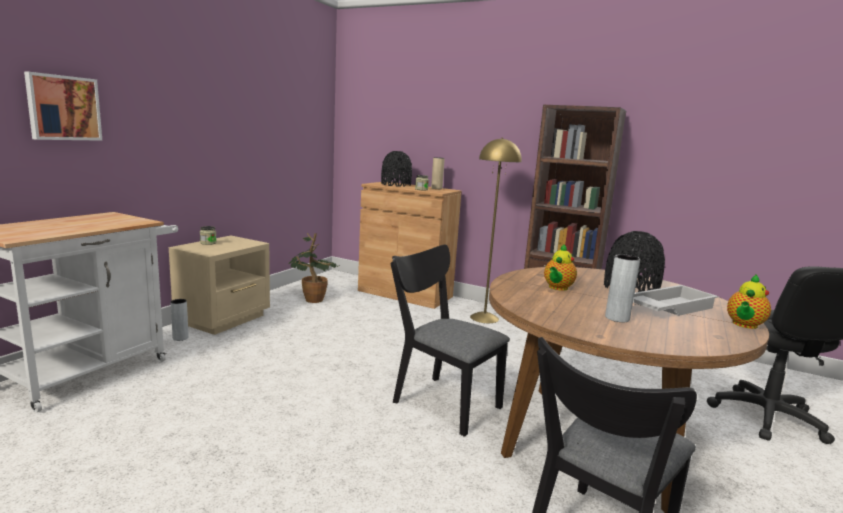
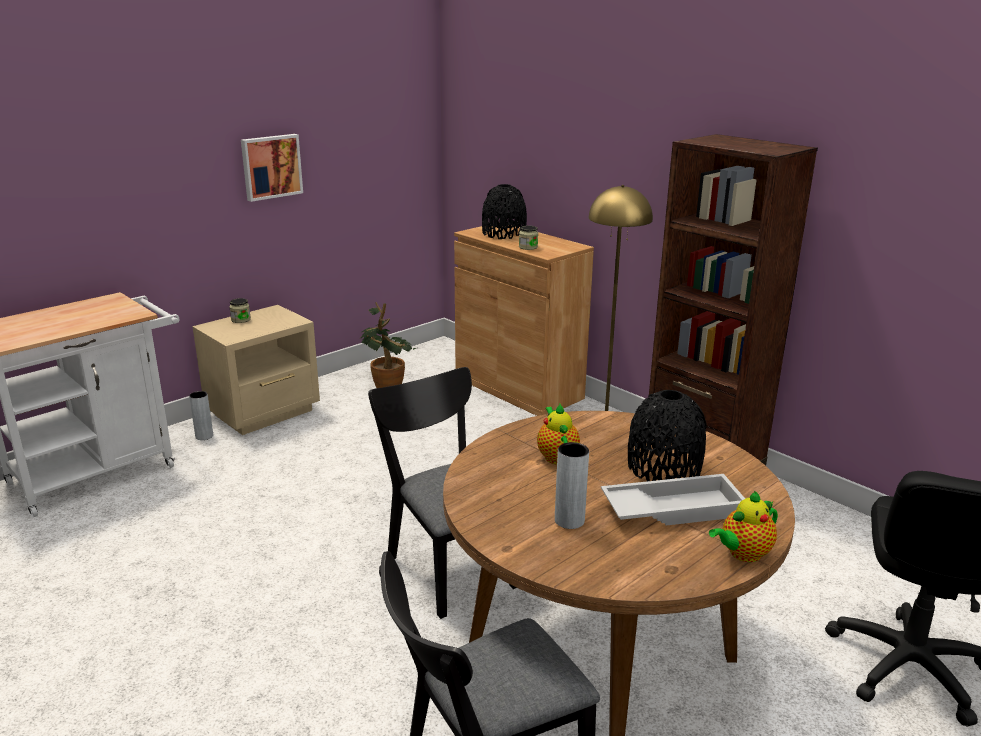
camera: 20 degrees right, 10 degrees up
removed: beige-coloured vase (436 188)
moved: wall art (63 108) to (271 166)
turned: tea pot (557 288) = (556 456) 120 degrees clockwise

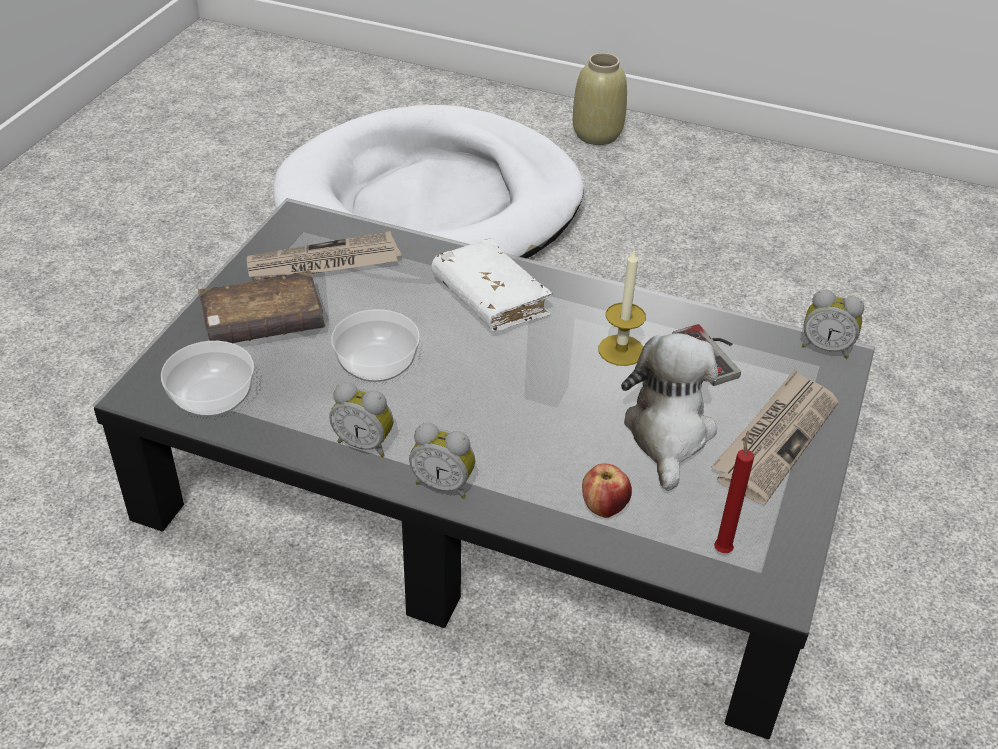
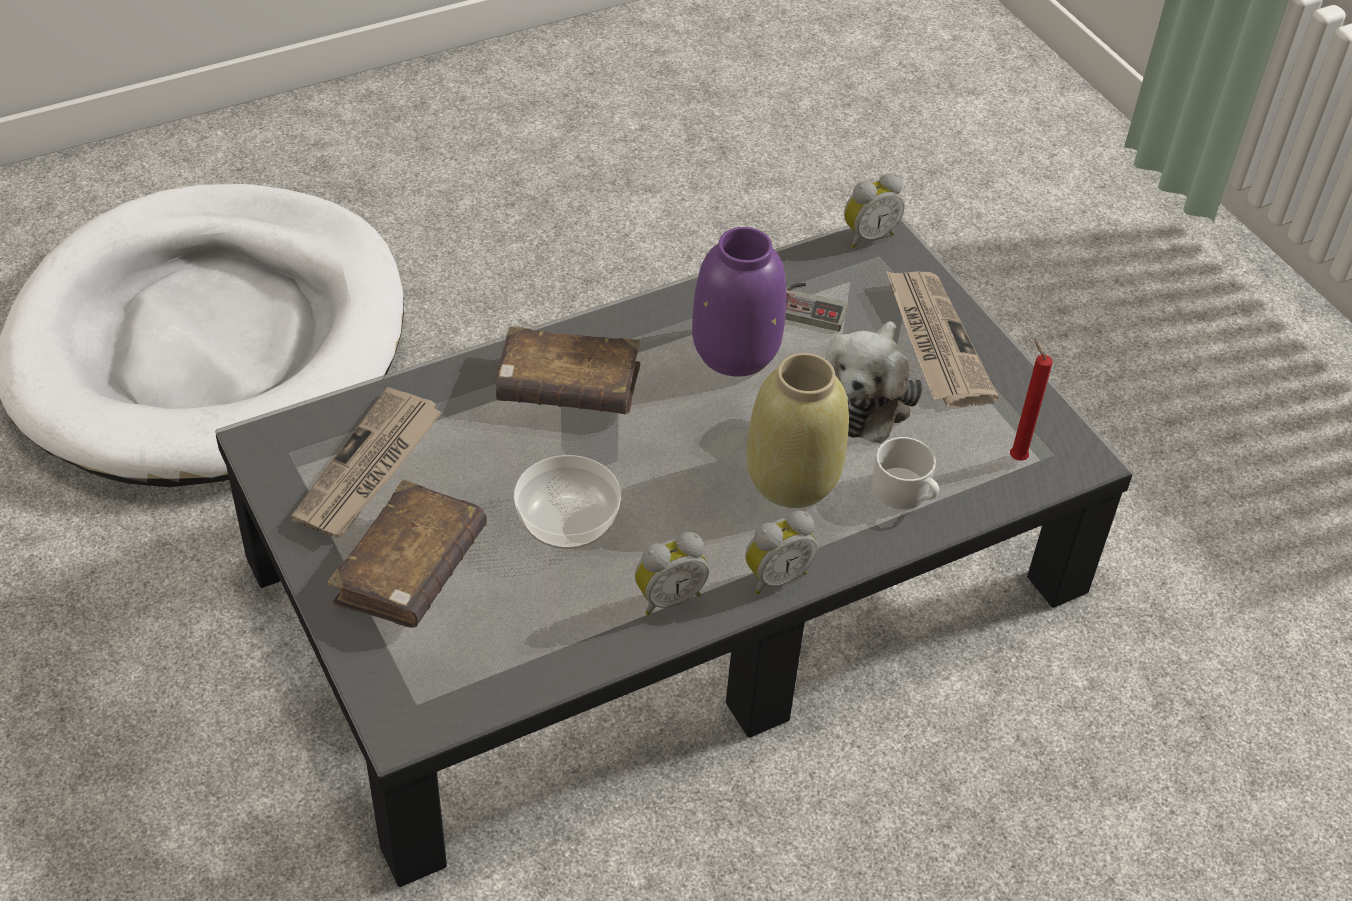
camera: 50 degrees left, 5 degrees up
removed: serving bowl (211 395)
moved: beige-coloured vase (596 134) to (791 480)
replaced: wax candle (621 350) to purple-coloured vase (735 353); apple fruit (604 507) to whitish coffee mug (905 494)
recoloured: whitish book (490 298) to brown-coloured book (568 387)
turned: soft toy (668 434) = (865 397) 120 degrees counterclockwise

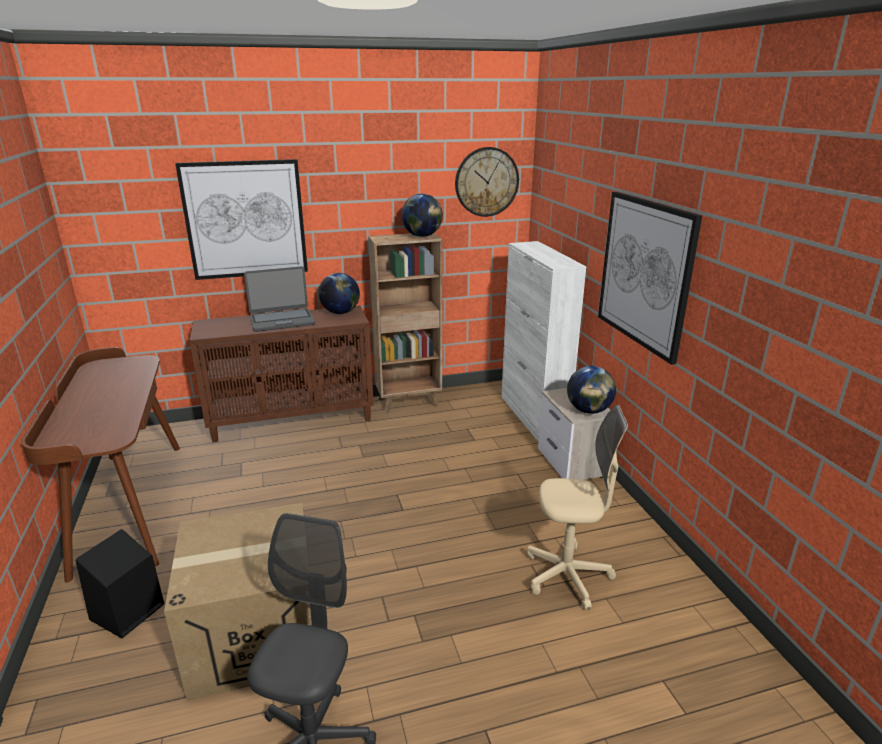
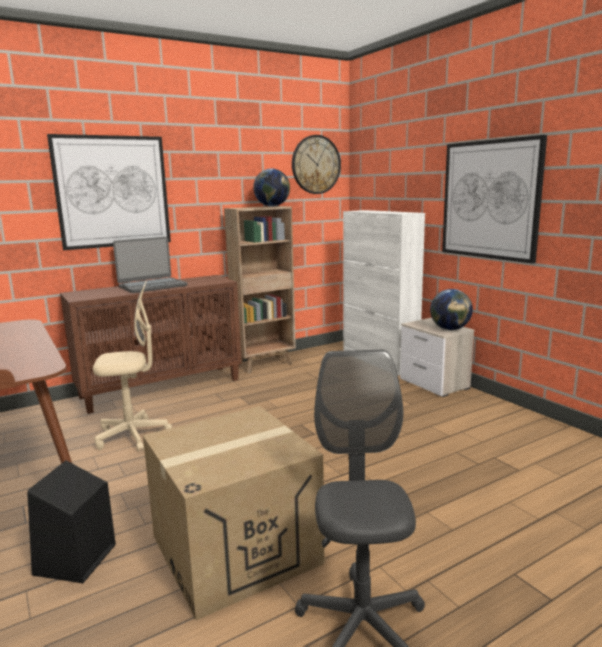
camera: 15 degrees left, 10 degrees down
removed: desk globe (340 312)
moved: beige-coloured office chair (567 576) to (132 436)

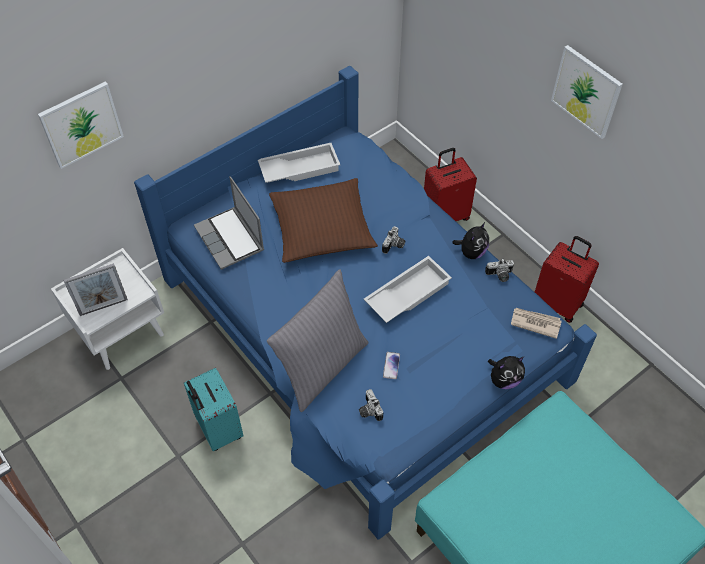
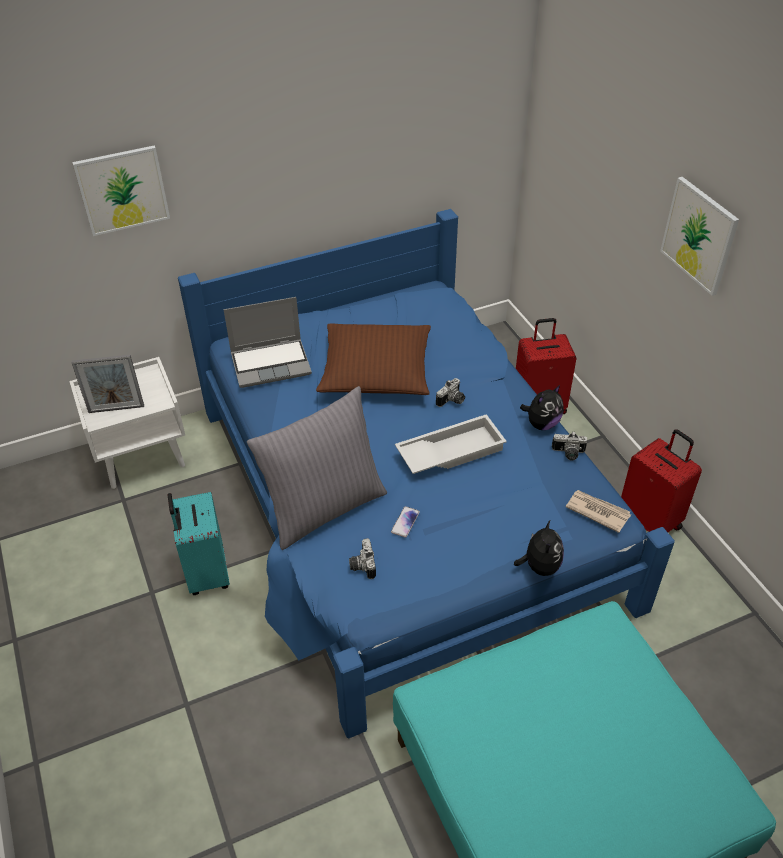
camera: 15 degrees right, 10 degrees down
removed: whitish serving tray (299 168)
turned: laptop (230 239) = (271 363) 90 degrees counterclockwise; soft toy (504 380) = (539 566) 75 degrees counterclockwise

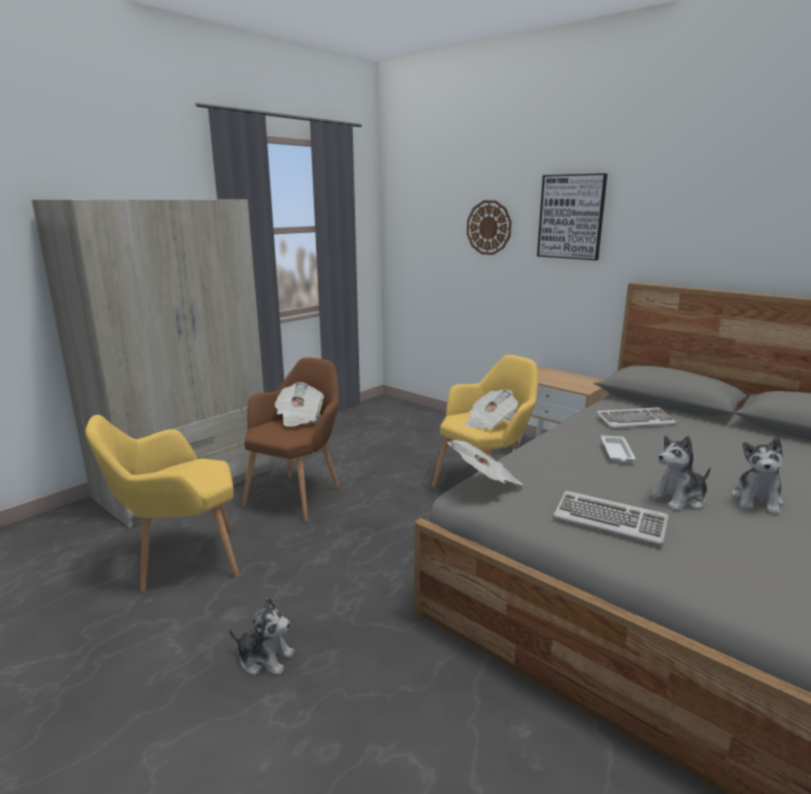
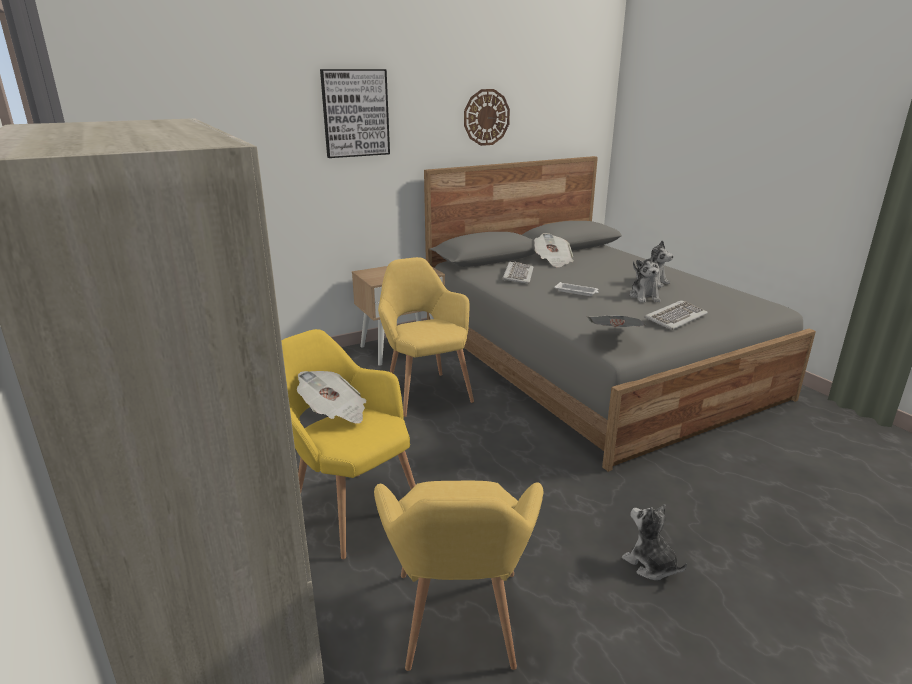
camera: 70 degrees left, 5 degrees up
moved: clock on the wall (489 227) to (486 117); daily paper (489 423) to (553 261)
recoloured: brown-coloured armchair (299 494) to yellow-coloured armchair (349 507)
turned: soft toy (264 658) = (650 564) 75 degrees counterclockwise

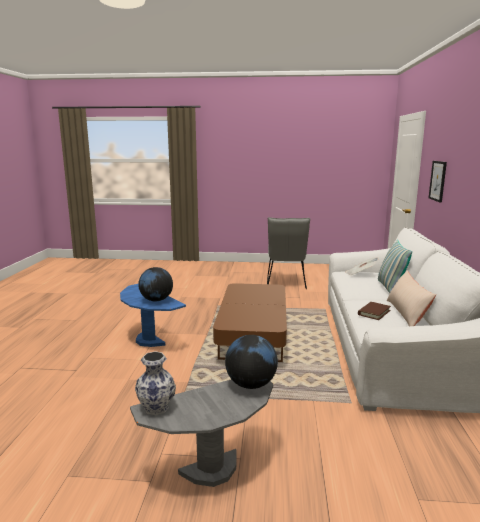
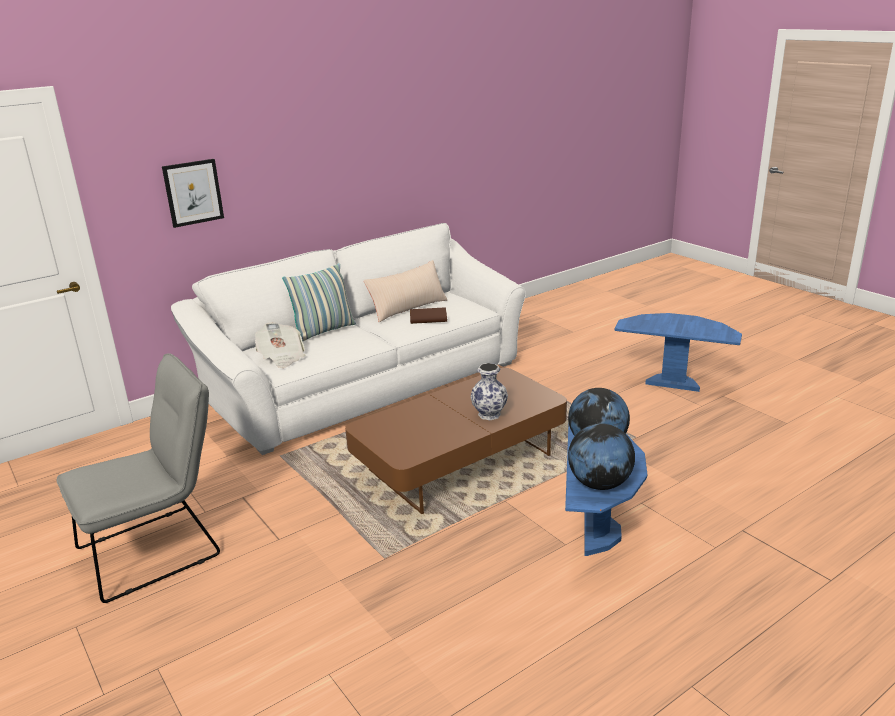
camera: 130 degrees left, 10 degrees up
moved: vase (156 408) to (490 414); desk globe (251 384) to (599 484)
recoloured: grey accent table (212 470) to blue-coloured accent table (673 383)

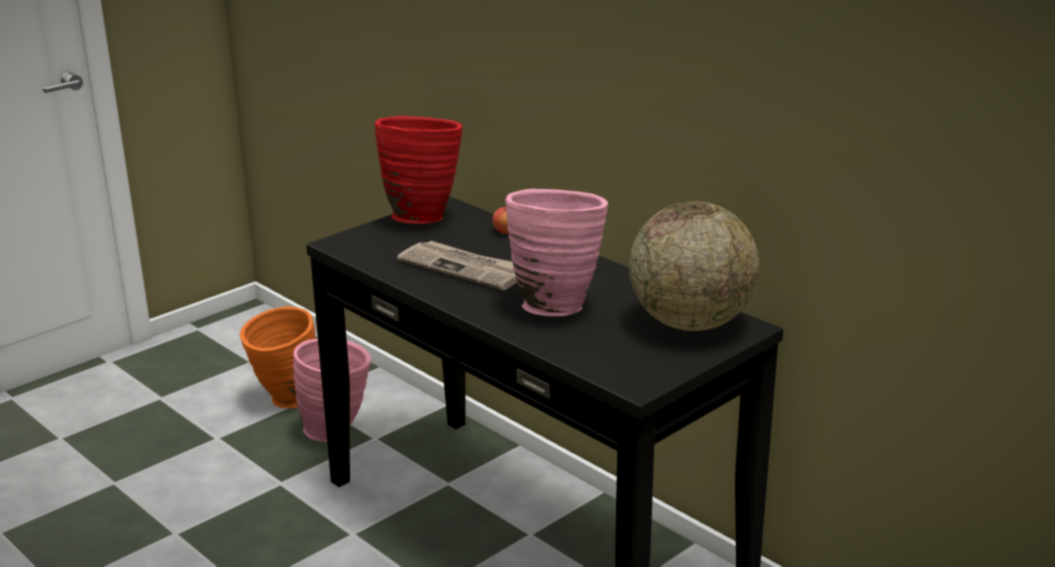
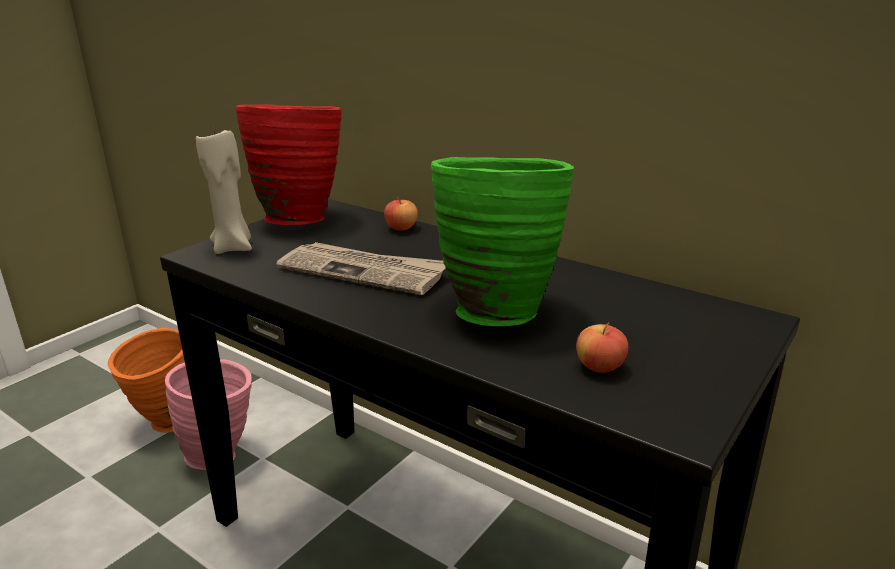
camera: 10 degrees left, 0 degrees up
removed: desk globe (691 323)
added: beige-coloured wax candle (233 247); apple fruit (600 367)
recoloured: pinkish vase (555 305) to green vase (496 309)

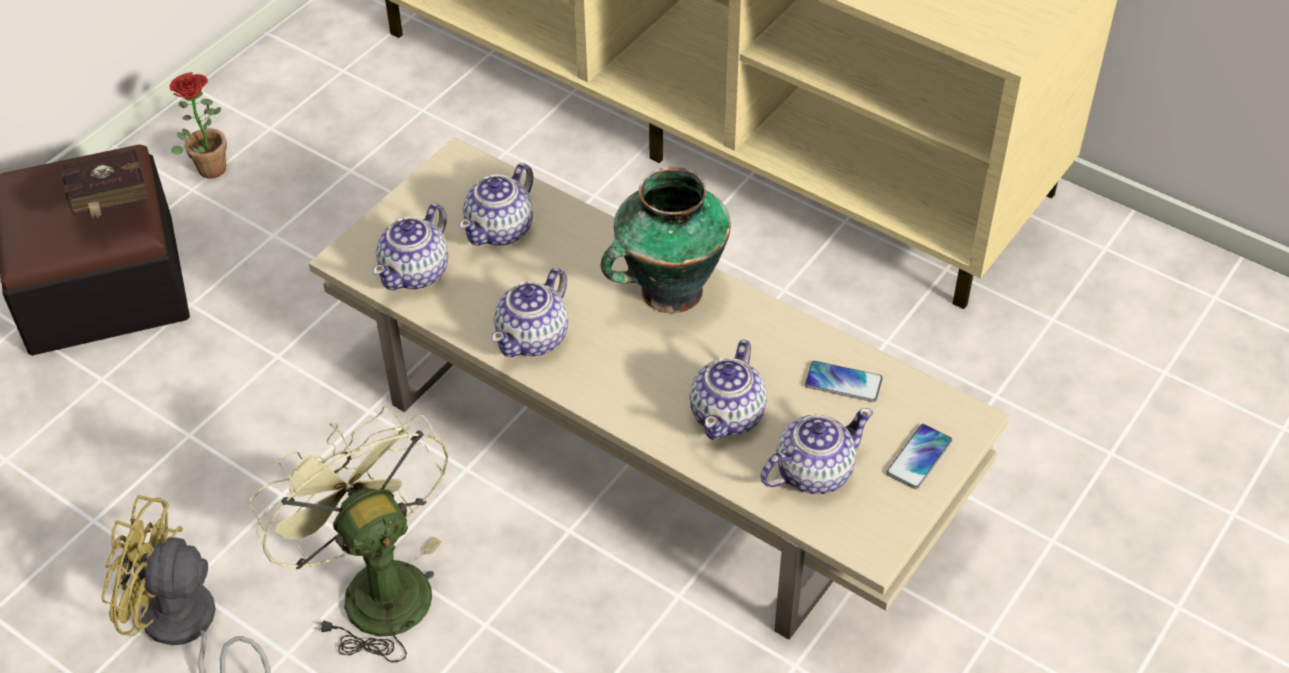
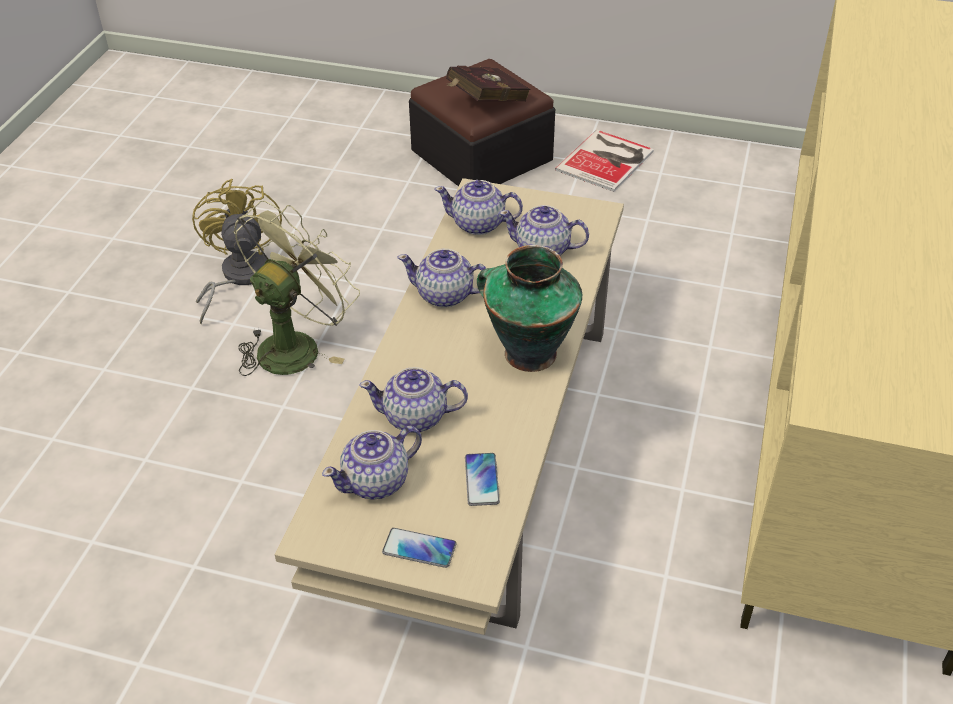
camera: 70 degrees right, 5 degrees down
replaced: houseplant (208 165) to book (607 160)
turned: tea pot (812 472) = (377 481) 105 degrees clockwise

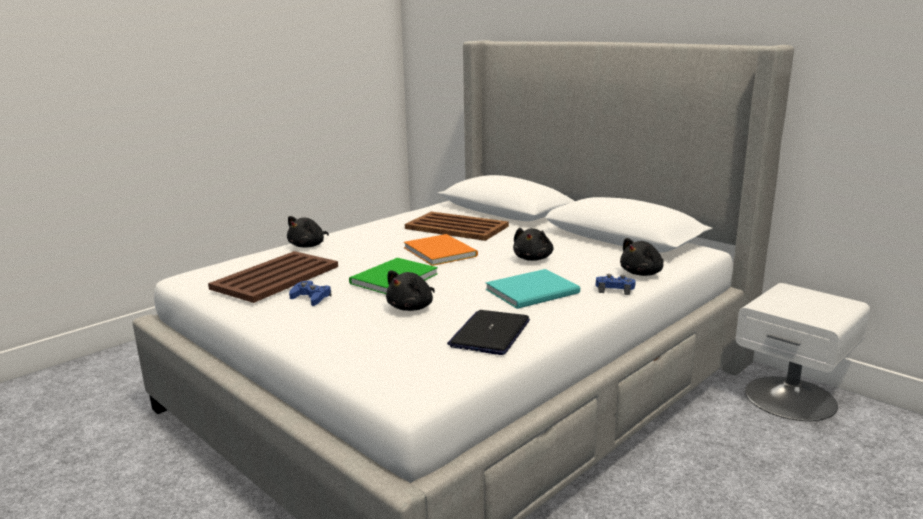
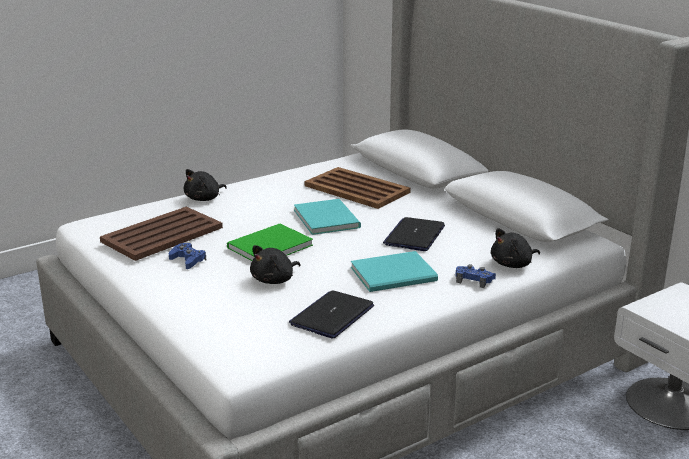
camera: 10 degrees right, 5 degrees up
replaced: black soft toy (533 258) to laptop (414 235)
recoloured: orange book (440 251) to turquoise book (327 218)

